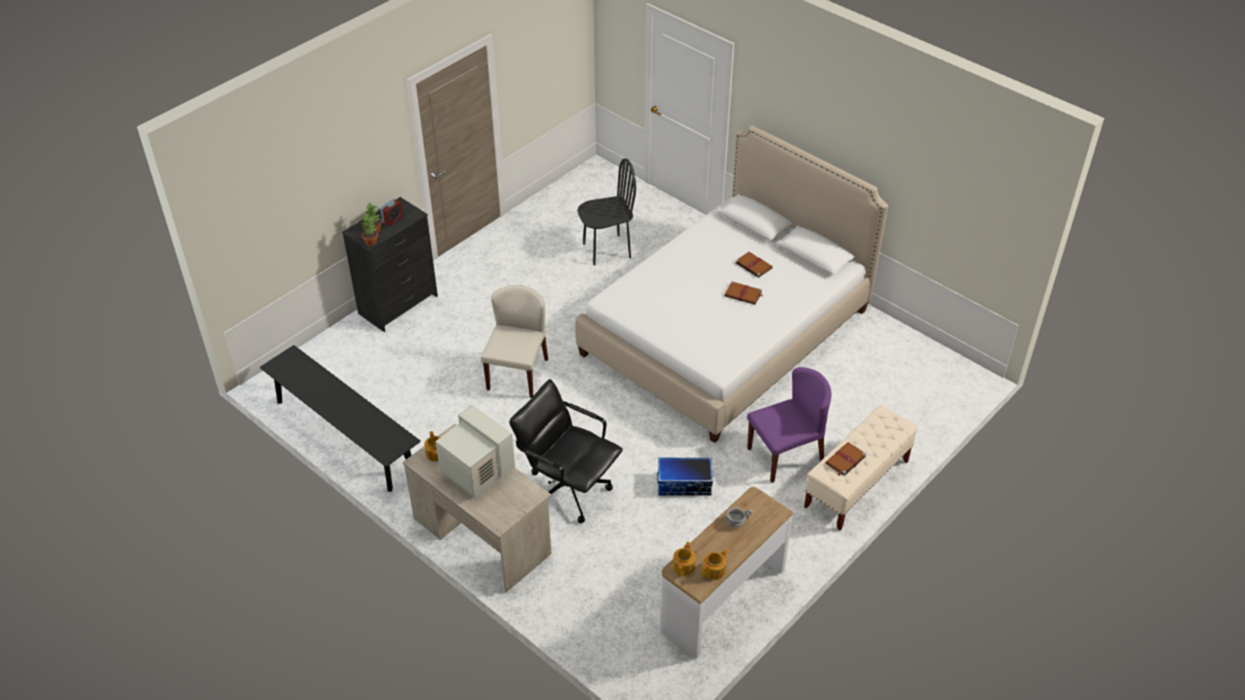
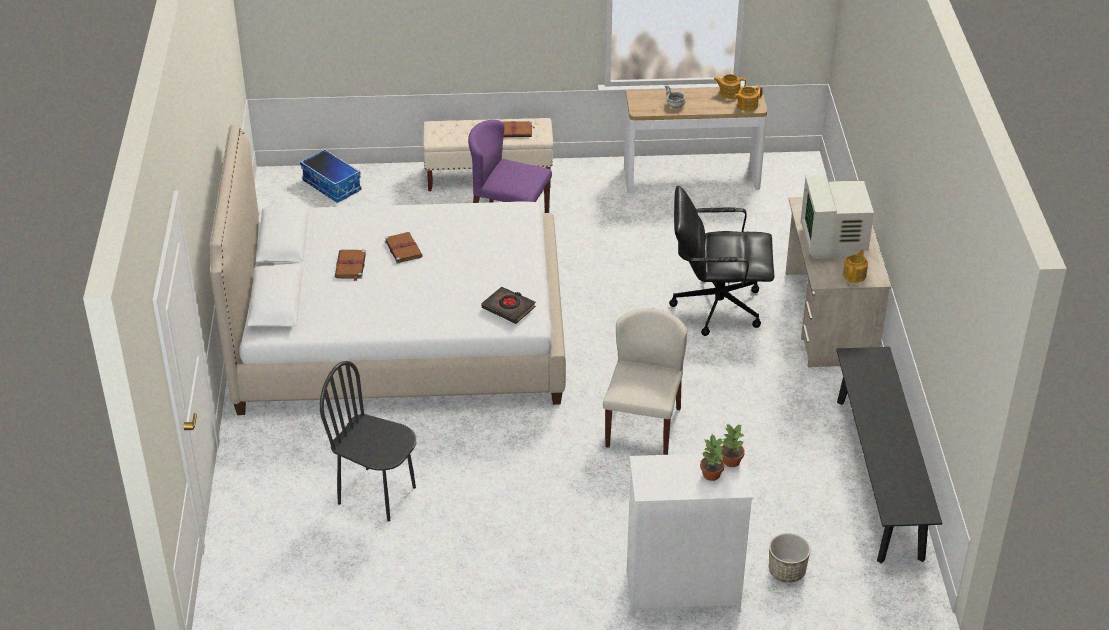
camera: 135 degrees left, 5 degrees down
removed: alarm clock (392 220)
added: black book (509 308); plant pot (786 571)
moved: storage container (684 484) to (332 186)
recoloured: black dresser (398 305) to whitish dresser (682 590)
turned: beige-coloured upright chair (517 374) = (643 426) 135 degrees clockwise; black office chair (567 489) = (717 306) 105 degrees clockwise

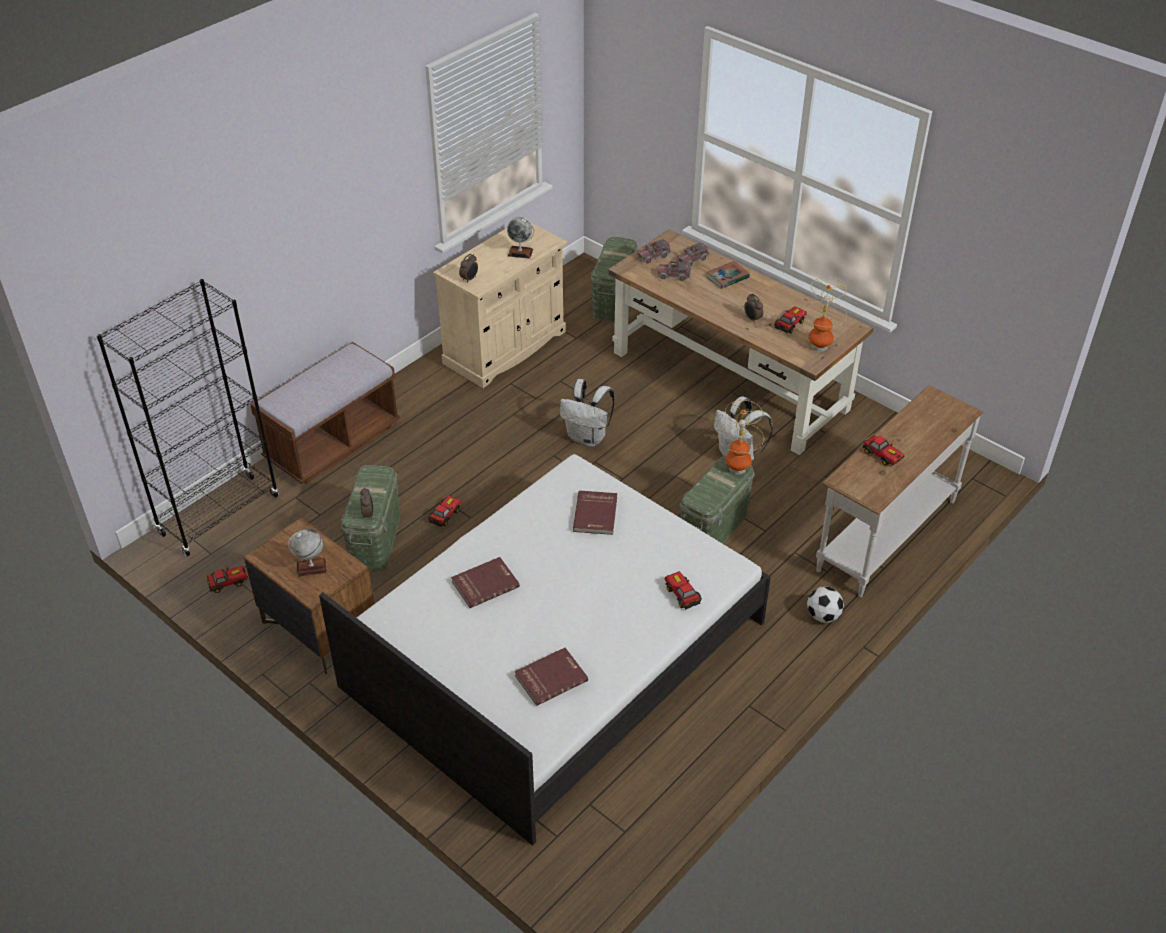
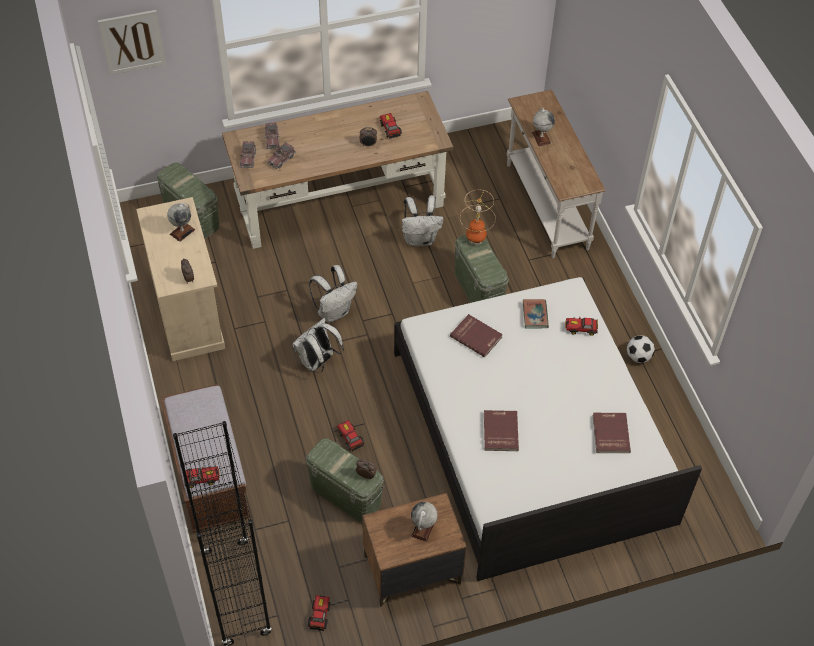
camera: 60 degrees left, 10 degrees up
removed: tabletop lamp (819 346)
added: wall art (132 42); whitish backpack (318 362); desk globe (541 137)
moved: miniature car (882 455) to (202 479); book (727 277) to (535 315); football ball (823 616) to (638 357)

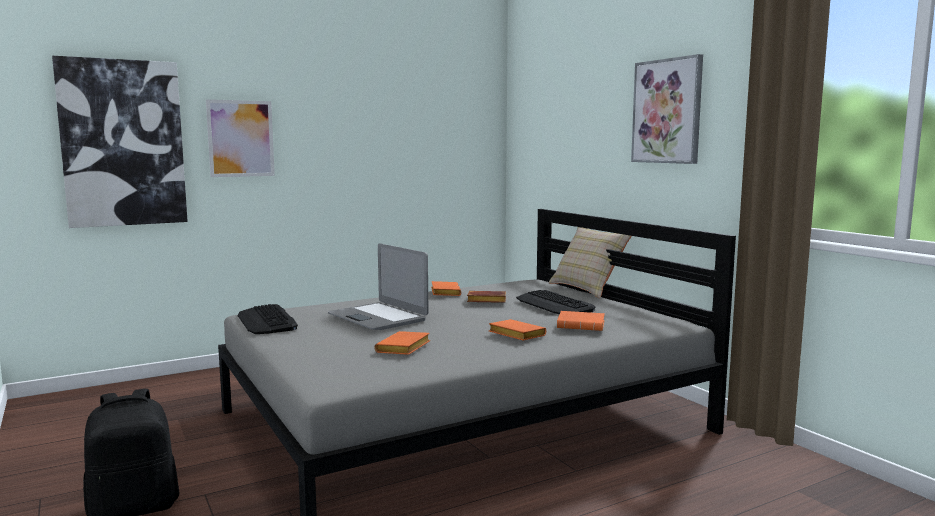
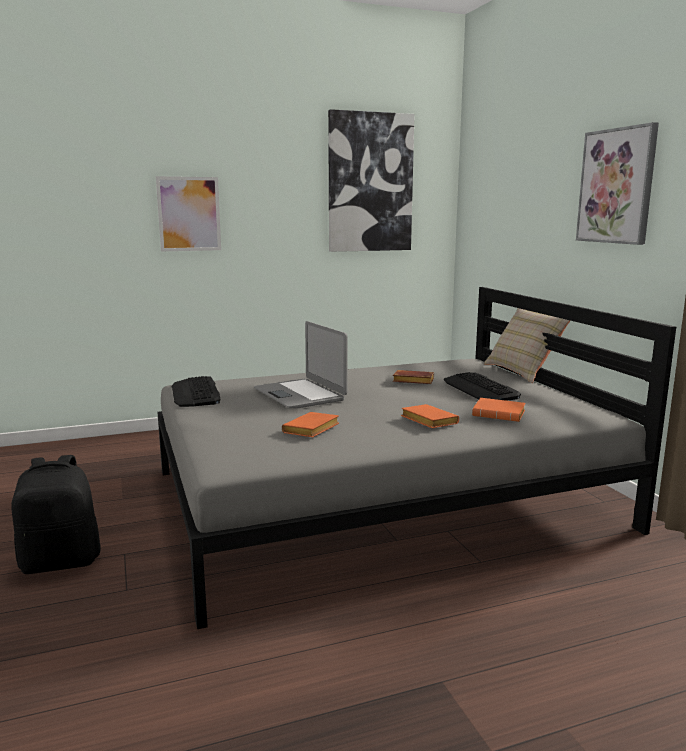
camera: 10 degrees right, 5 degrees up
removed: orange book (444 292)
moved: wall art (123 143) to (370 183)

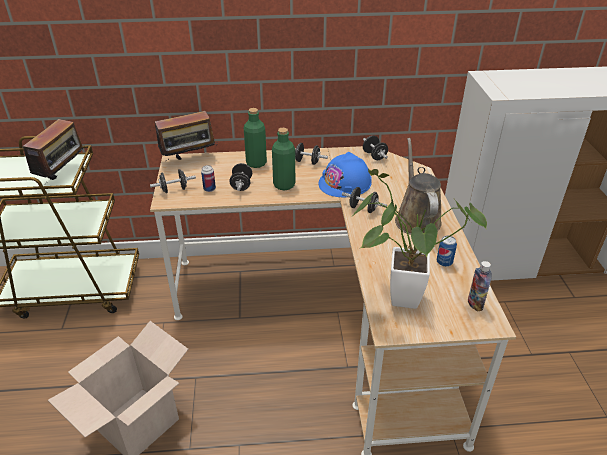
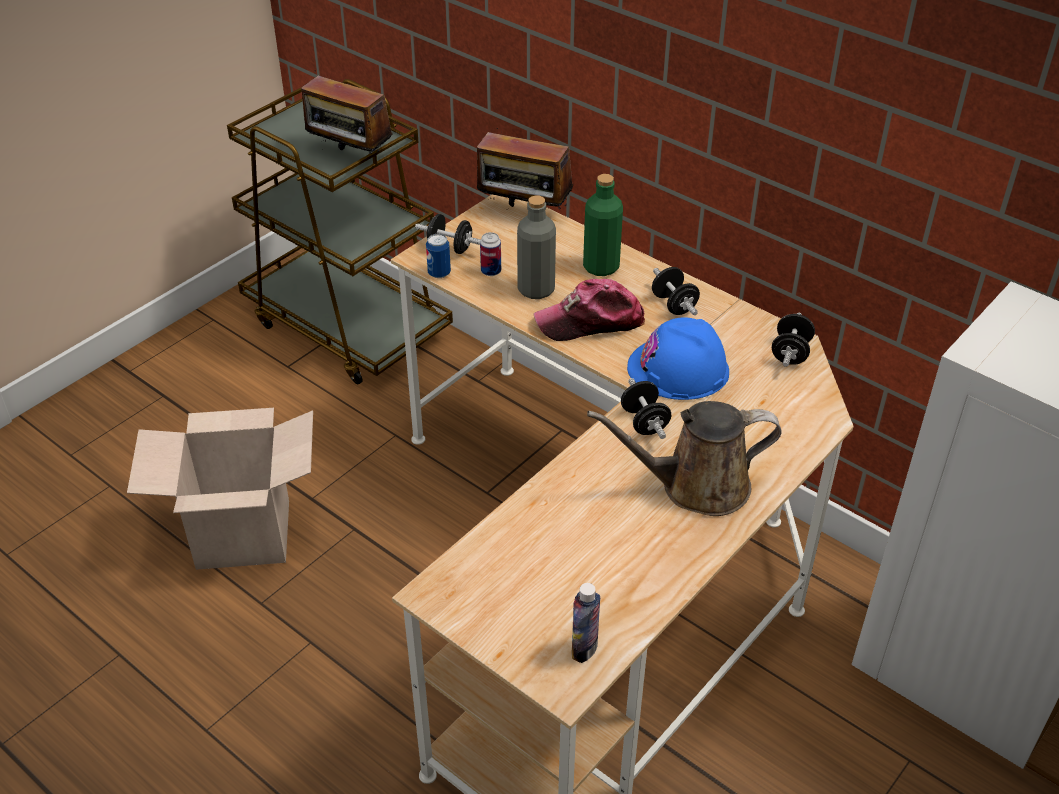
camera: 45 degrees right, 5 degrees up
removed: houseplant (396 297)
moved: can (444 262) to (439 273)
replaced: black free weight (241 185) to grey beverage bottle (536 289); green beverage bottle (284 185) to baseball cap (590 321)
turned: radio receiver (63 175) = (350 157) 60 degrees clockwise; brown-coloured sprinkling can (416 219) = (696 486) 135 degrees counterclockwise

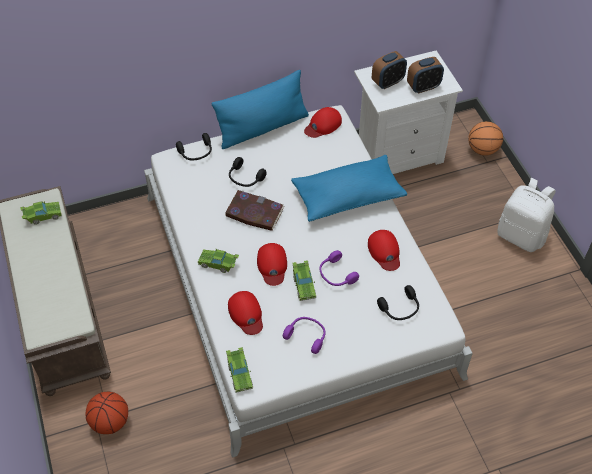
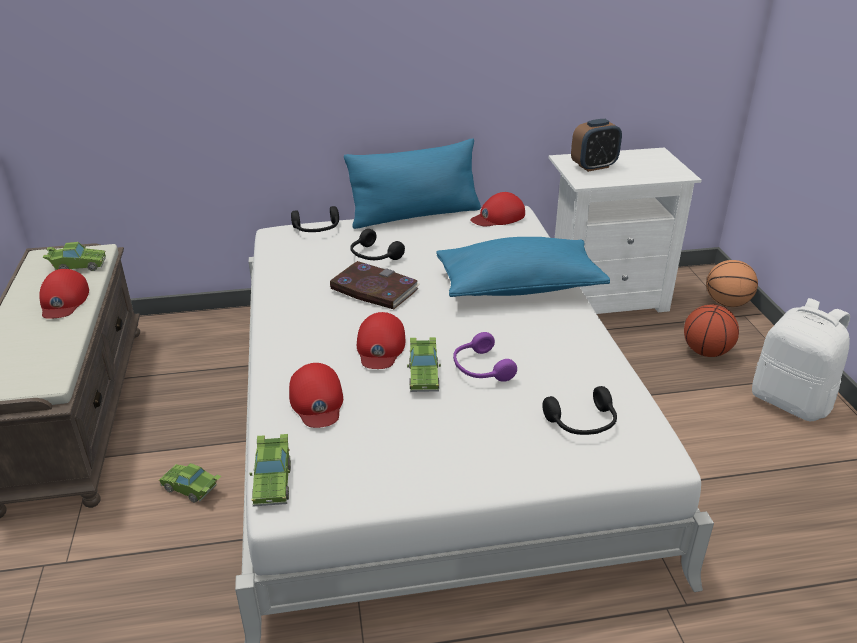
camera: 10 degrees right, 20 degrees down
removed: purple-coloured headset (306 336); alarm clock (423 87)
moved: red-coloured baseball cap (384 252) to (64 300); green miniature car (219 264) to (192 489); basketball (110 422) to (706 352)

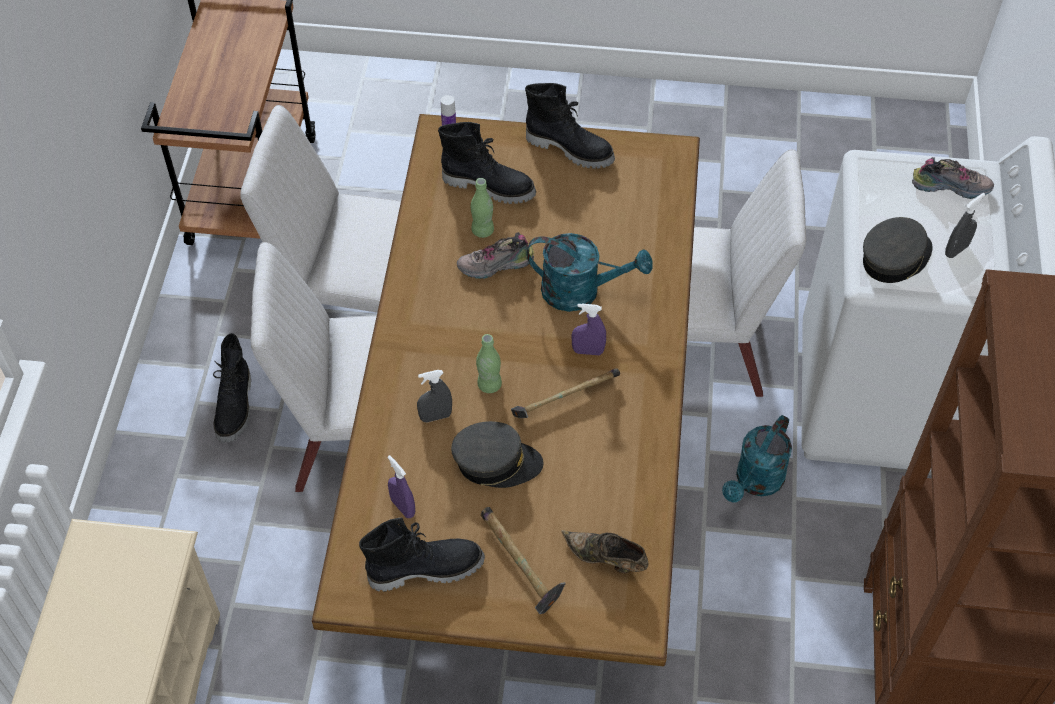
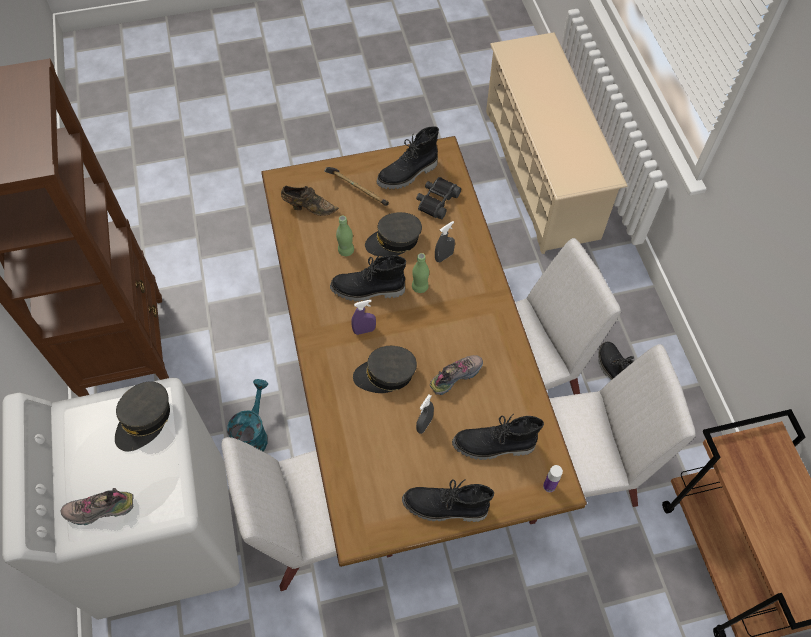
camera: 160 degrees right, 5 degrees up
moved: green beverage bottle (482 231) to (346 250); grey hand sprayer (956 250) to (424 424)
replaced: tool hammer (563 401) to black boot (368 291); turquoise sprinkling can (581 291) to grey baseball cap (385 375); purple-coloured hand sprayer (403 507) to black pair of binoculars (436 201)

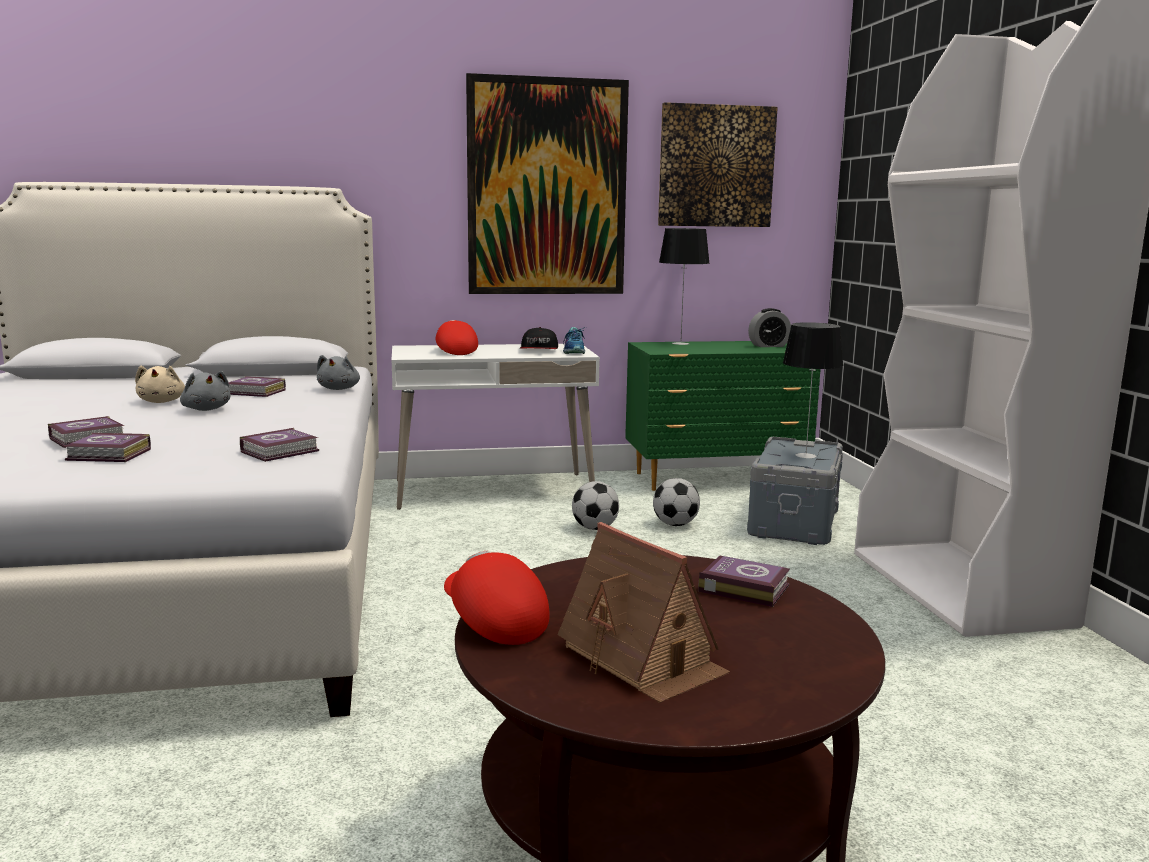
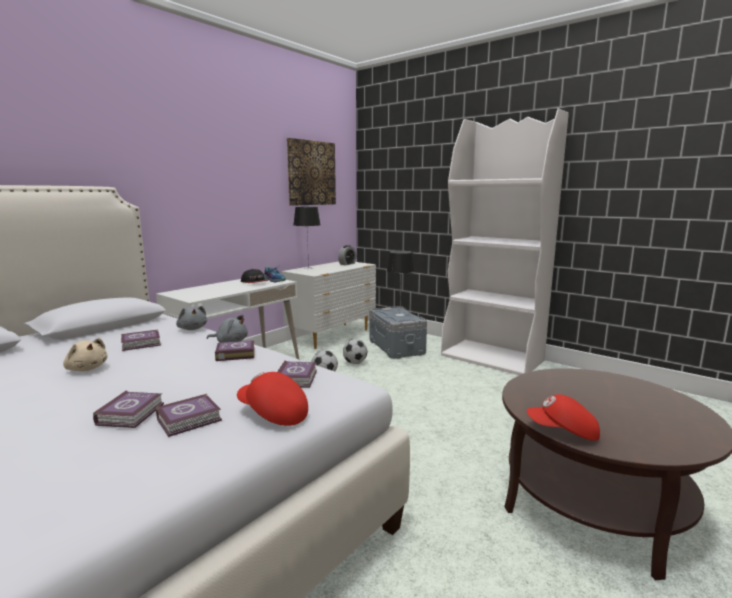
camera: 40 degrees left, 0 degrees up
removed: wall art (547 188); toy house (642 658)
moved: grey soft toy (206 409) to (230 342); book (742 587) to (234 354); red-coloured baseball cap (455 351) to (272 414)
recoloured: green dresser (716 479) to whitish dresser (332 335)

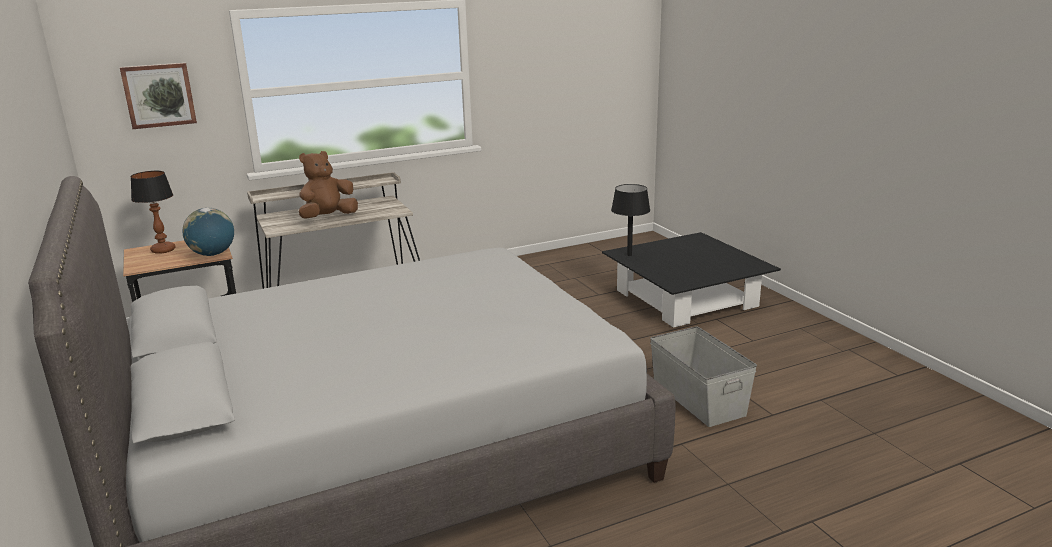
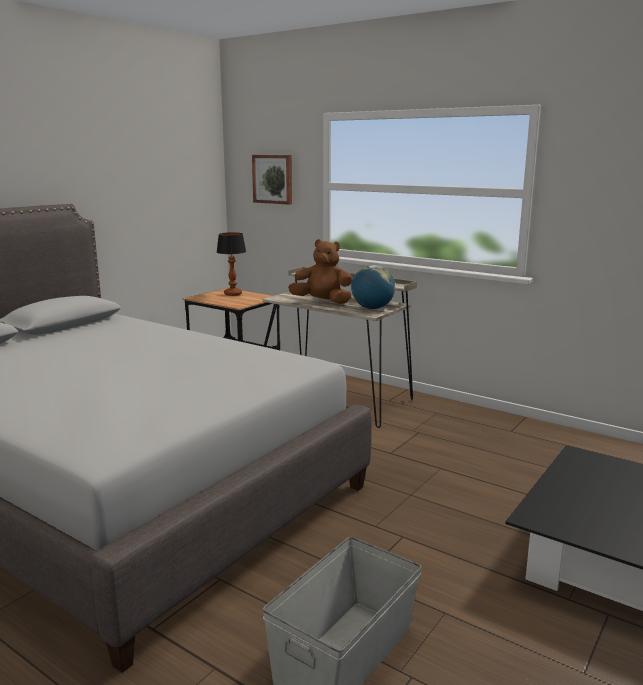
camera: 60 degrees right, 5 degrees down
removed: black tabletop lamp (629 255)
moved: desk globe (212 254) to (372 308)

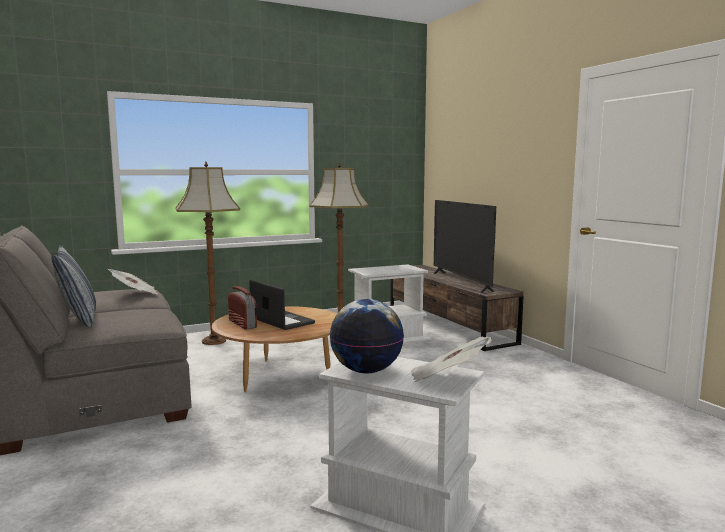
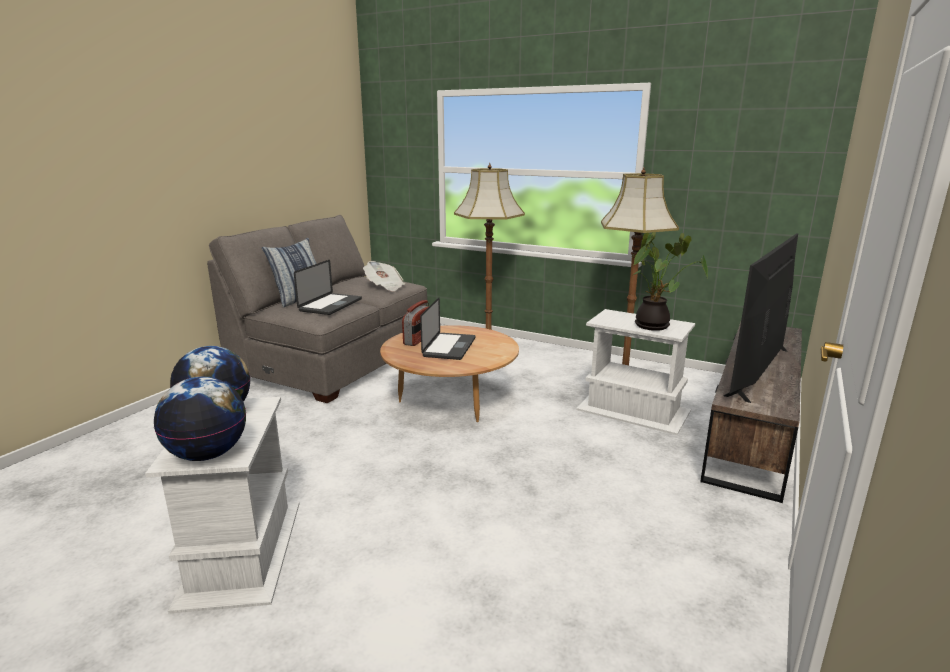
camera: 55 degrees right, 10 degrees up
added: laptop (331 305); houseplant (655 326)
replaced: daily paper (447 379) to desk globe (208 454)

